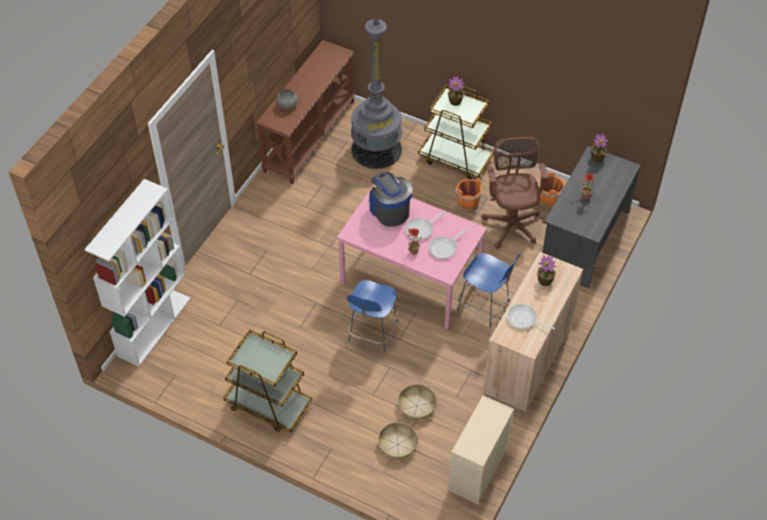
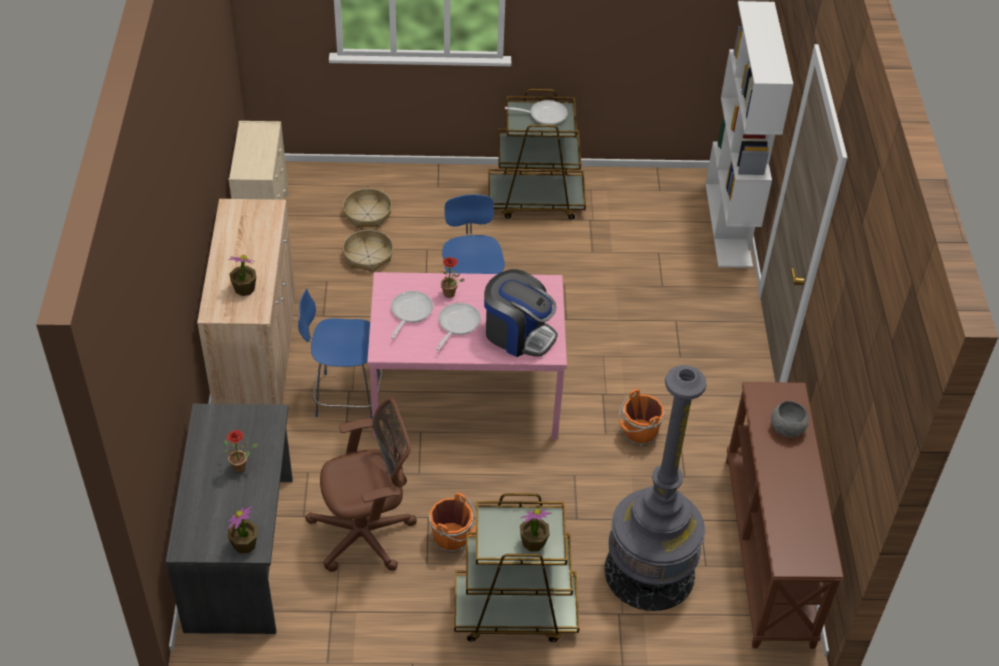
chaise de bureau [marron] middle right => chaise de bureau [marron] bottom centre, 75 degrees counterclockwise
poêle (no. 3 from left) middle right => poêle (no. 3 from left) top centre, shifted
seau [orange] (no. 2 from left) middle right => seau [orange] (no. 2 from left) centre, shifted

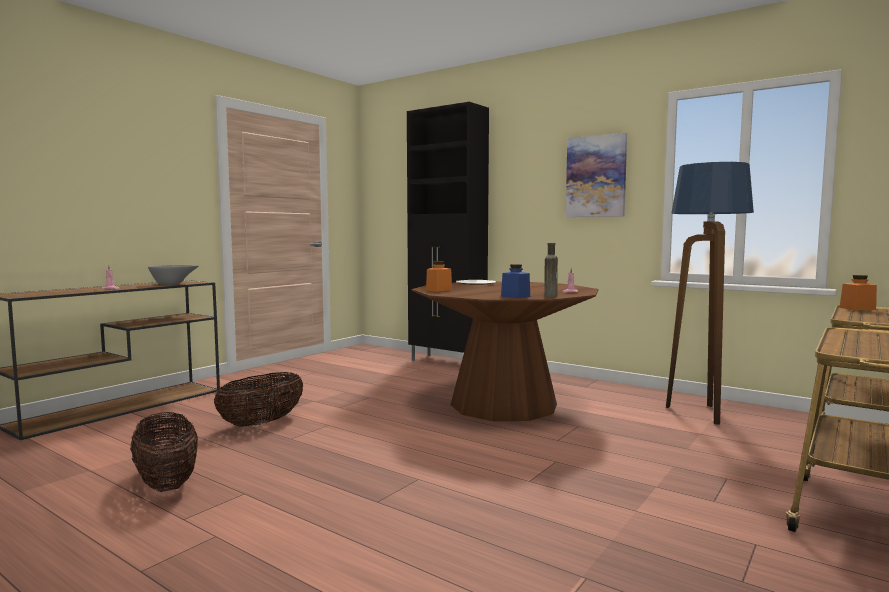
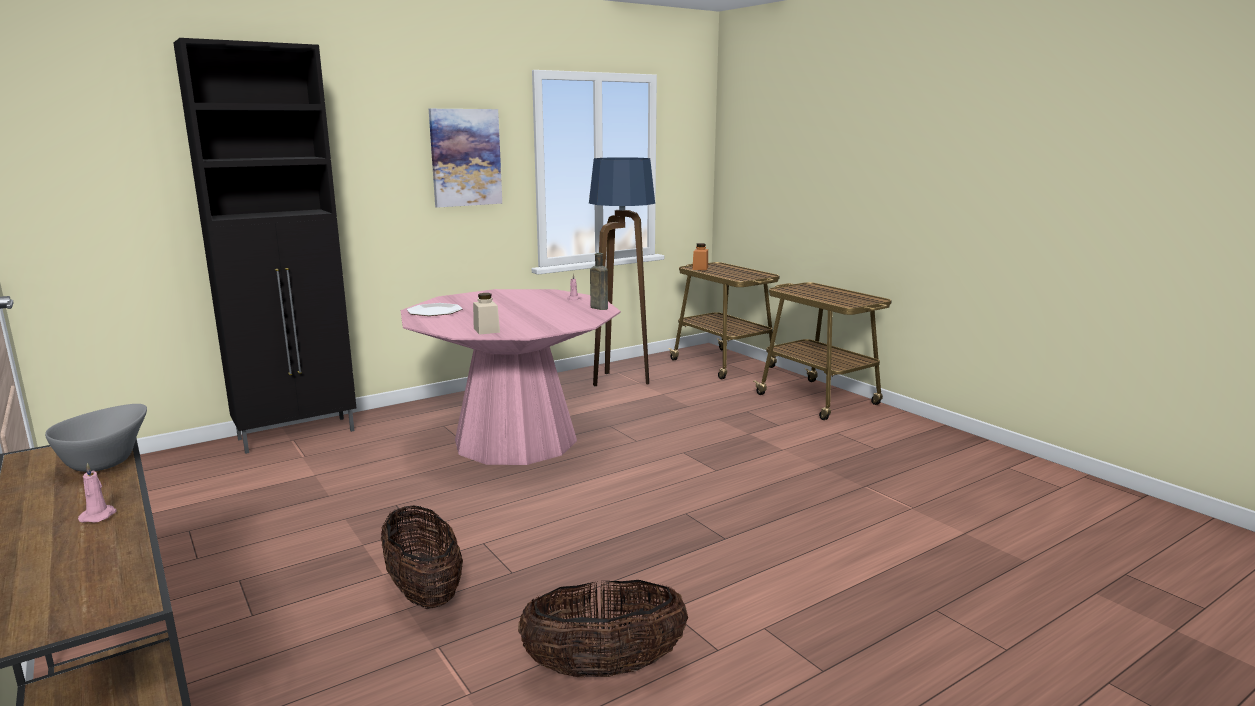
table à manger [marron] centre => table à manger [rose] centre
bocal [orange] (no. 1 from left) centre => bocal [beige] centre
bocal [bleu] centre => nothing

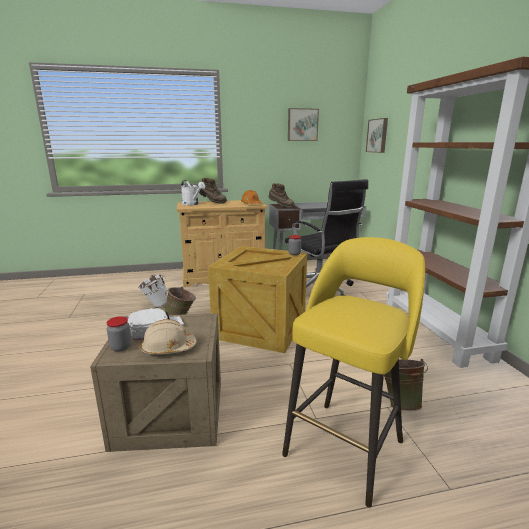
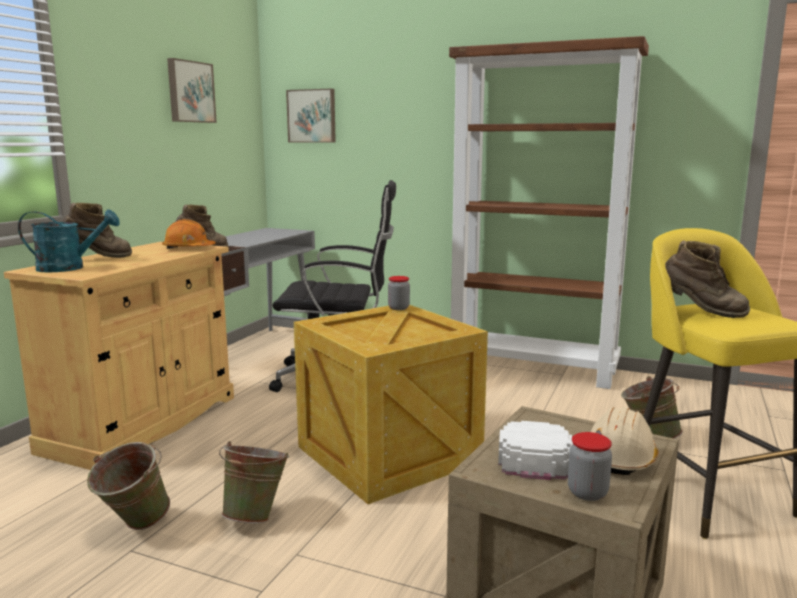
arrosoir [blanc] centre => arrosoir [turquoise] middle left
seau [blanc] middle left => seau [vert] (no. 1 from left) bottom left
nothing => botte [marron] (no. 3 from left) middle right

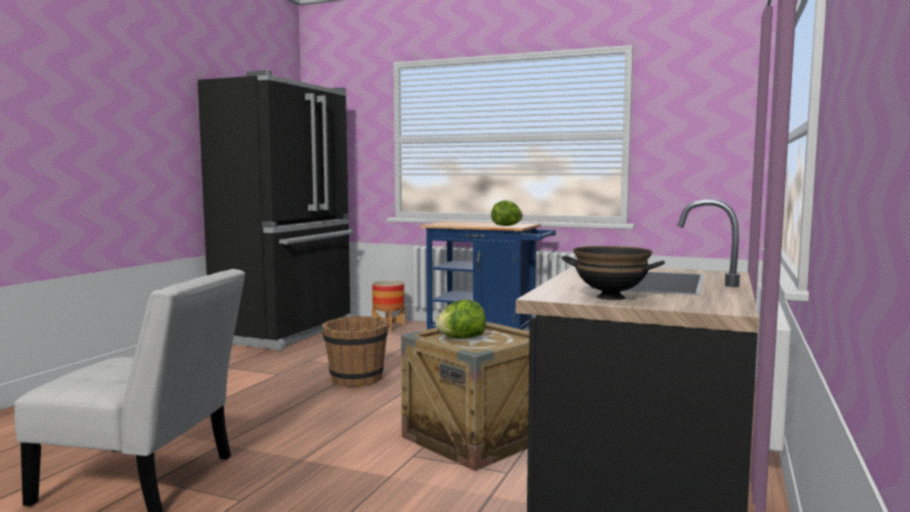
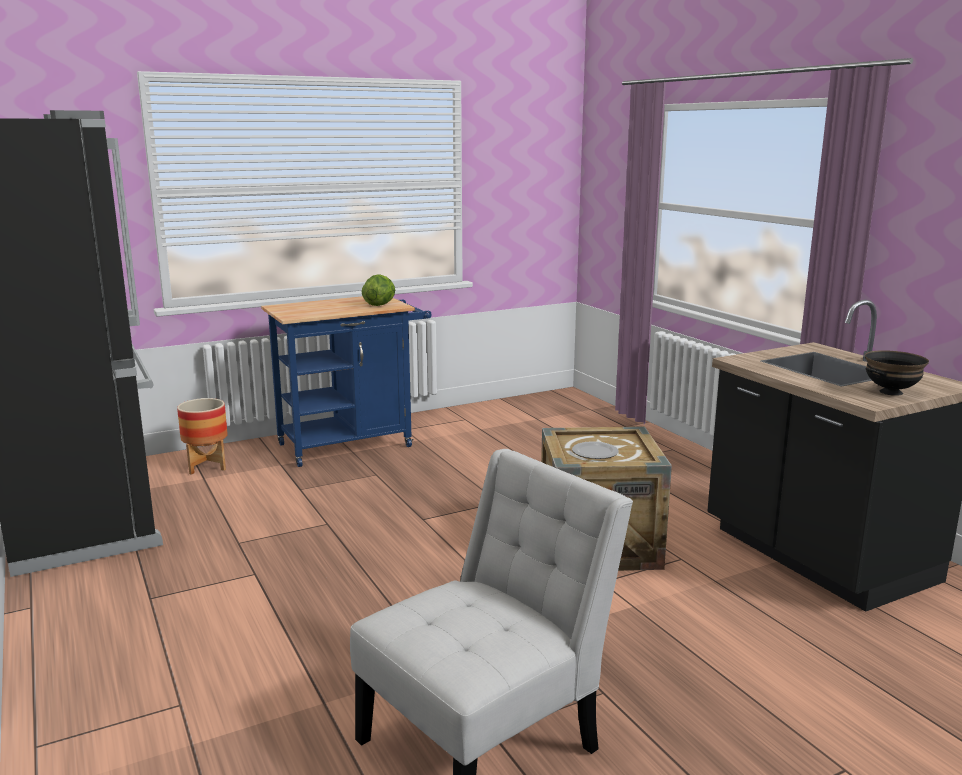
laitue (no. 1 from left) centre => assiette centre
seau [marron] bottom centre => nothing

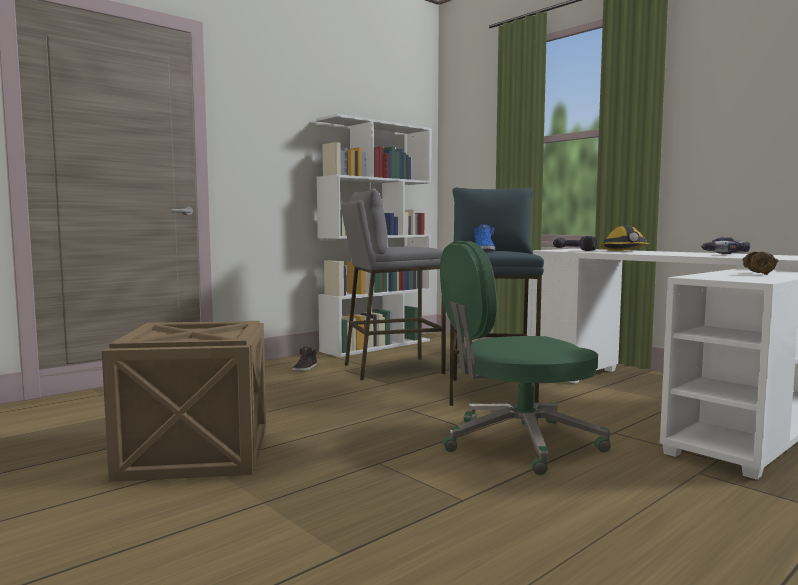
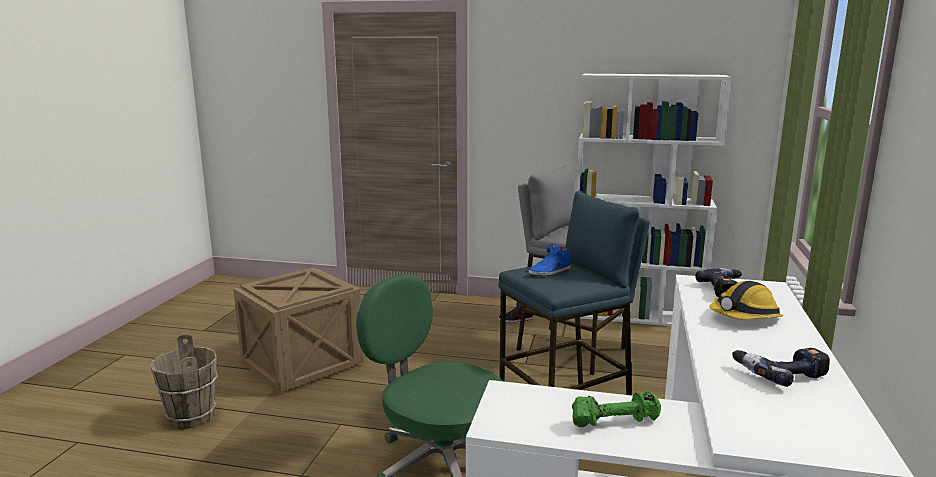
nothing => seau [marron] bottom left
haltère [marron] middle right => haltère [vert] bottom centre

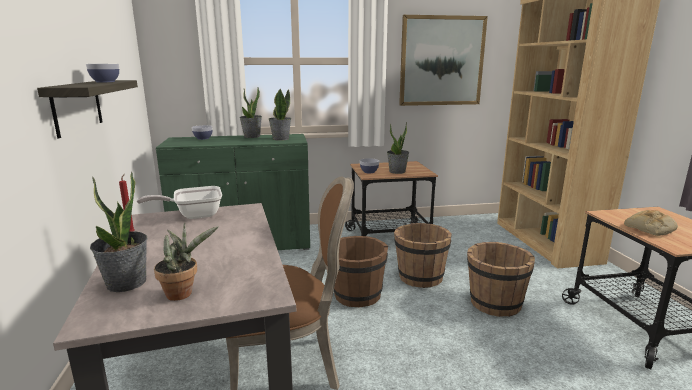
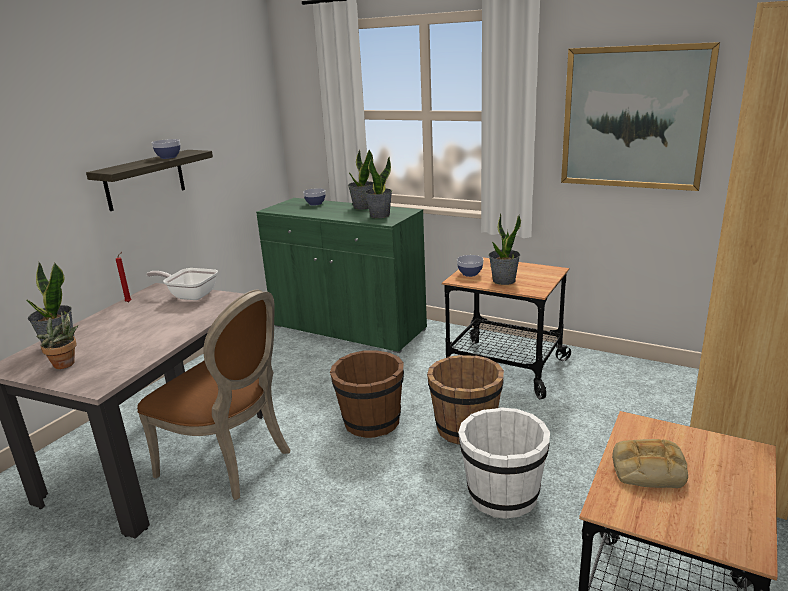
seau [marron] (no. 3 from left) bottom right => seau [blanc] bottom centre

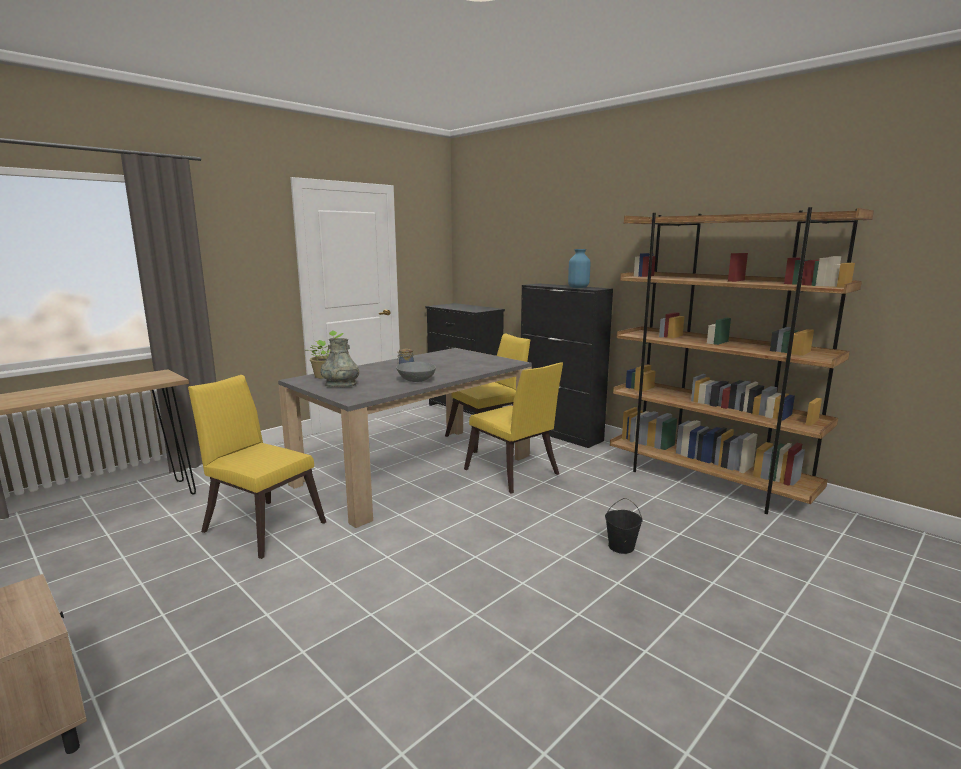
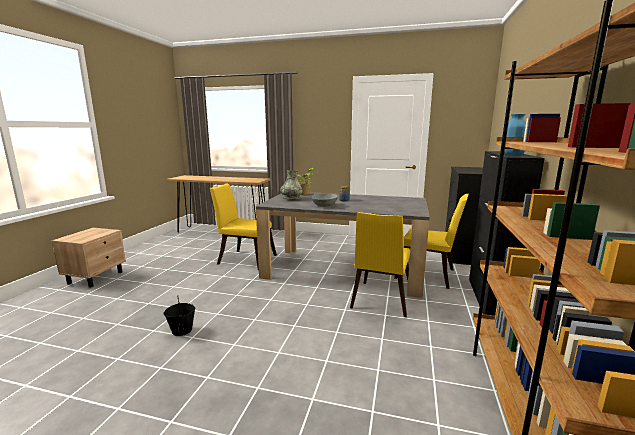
seau [noir] bottom centre => seau [noir] bottom left, shifted
chaise [jaune] (no. 1 from left) middle left => chaise [jaune] (no. 1 from left) centre, 75 degrees counterclockwise

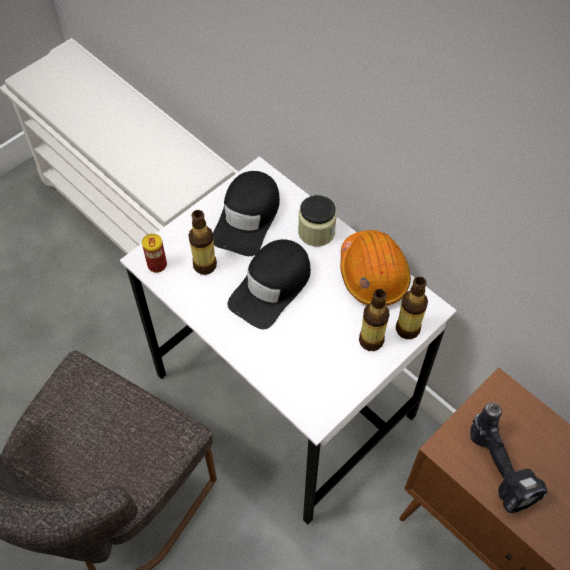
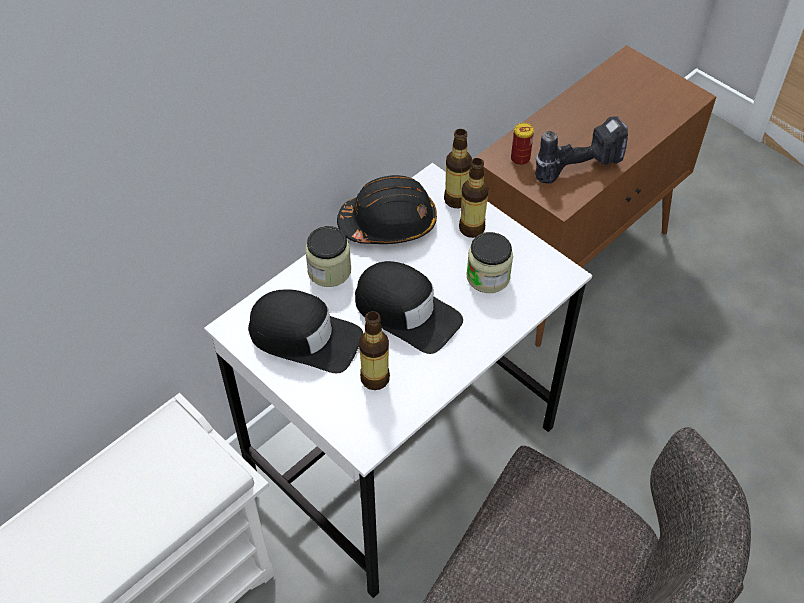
casque de chantier [orange] centre => casque de chantier [noir] centre
nothing => bocal (no. 2 from left) centre
boîte métallique middle left => boîte métallique top centre, shifted

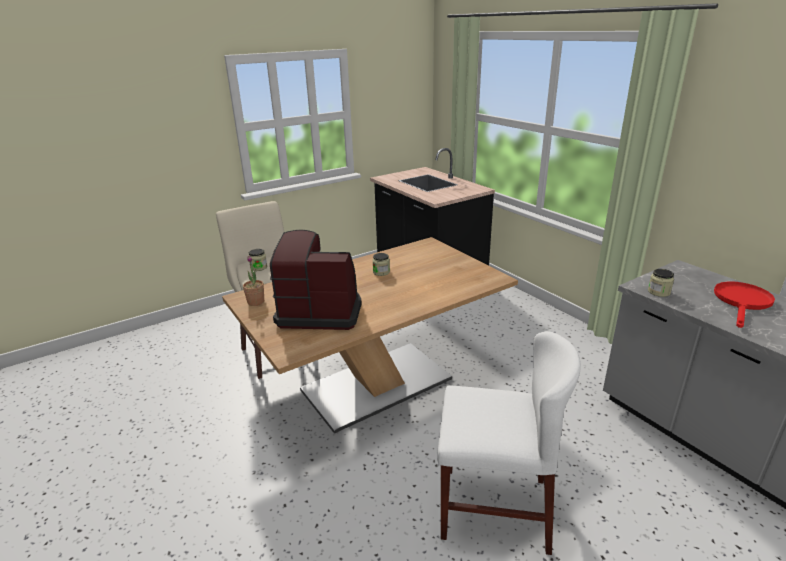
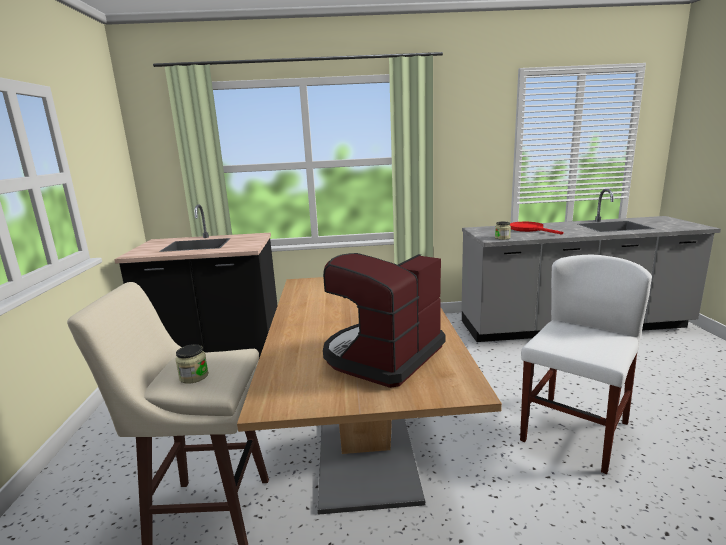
plante en pot middle left => nothing
bocal (no. 2 from left) centre => nothing

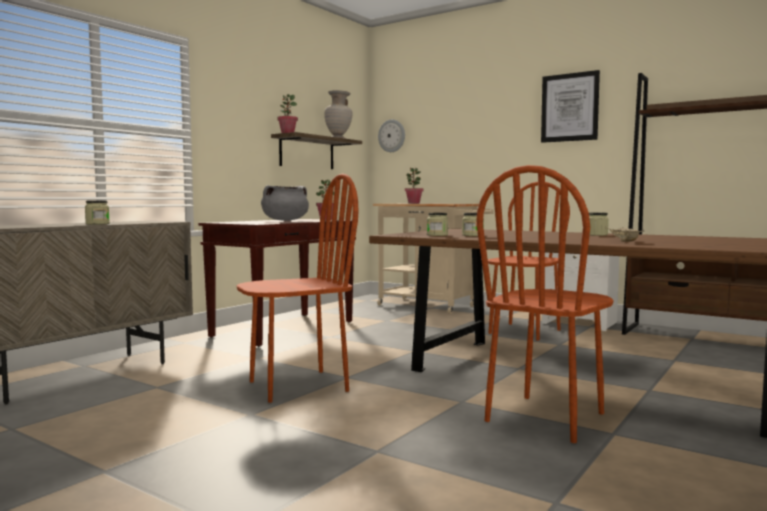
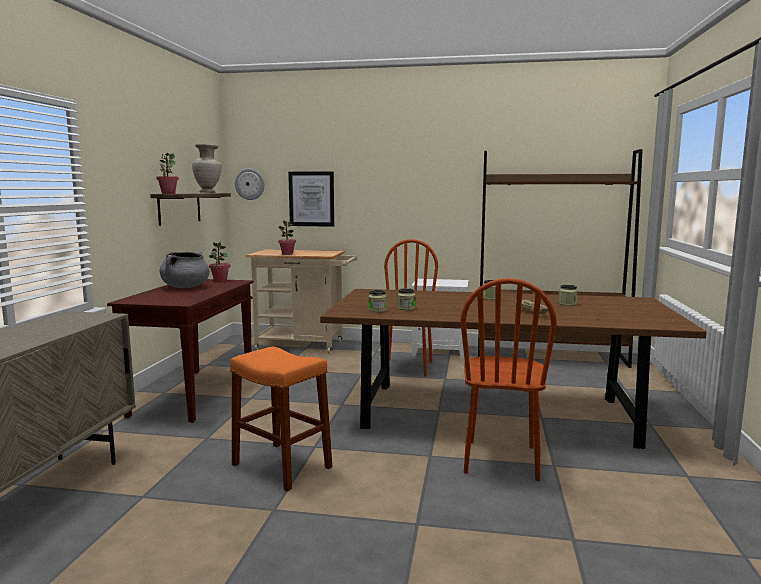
chaise [marron] (no. 1 from left) centre => tabouret [orange] bottom centre
tableau top right => tableau centre, shifted
bocal (no. 1 from left in the first image) middle left => bocal (no. 4 from left) middle right, shifted

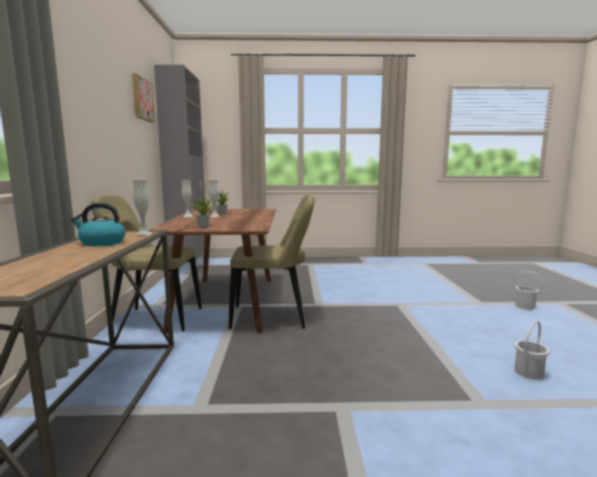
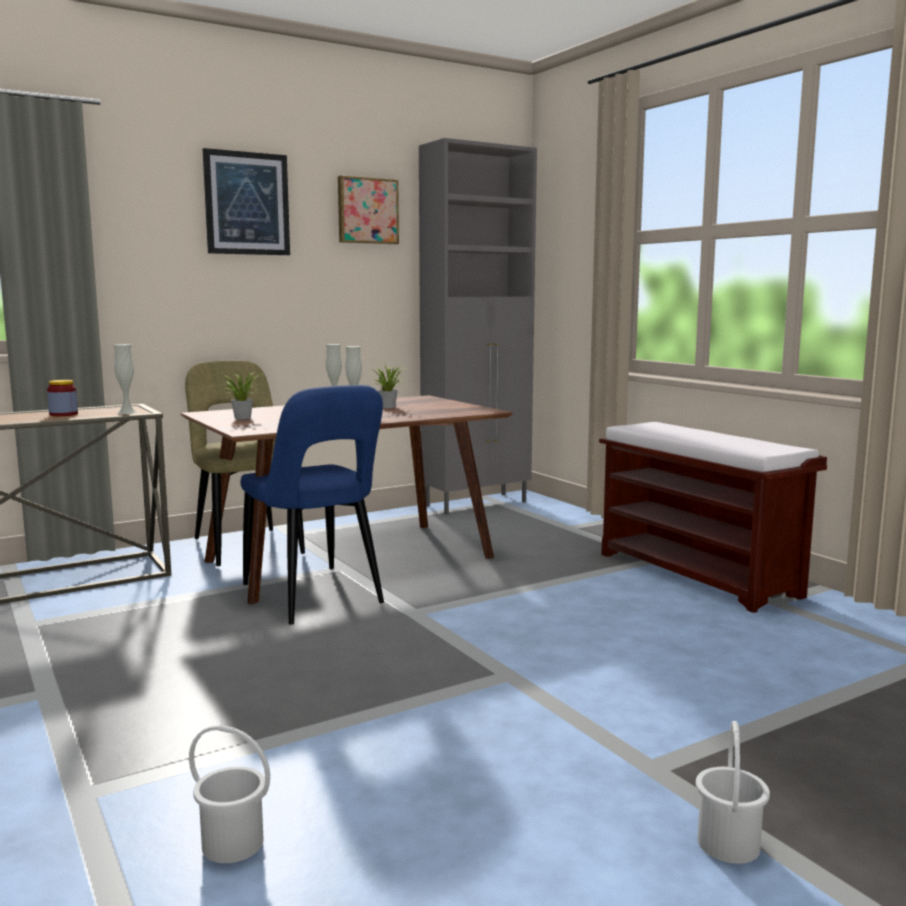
bouilloire middle left => bocal middle left
nothing => tableau (no. 1 from left) top left
chaise [beige] (no. 2 from left) centre => chaise [bleu] centre
nothing => banc [marron] middle right

